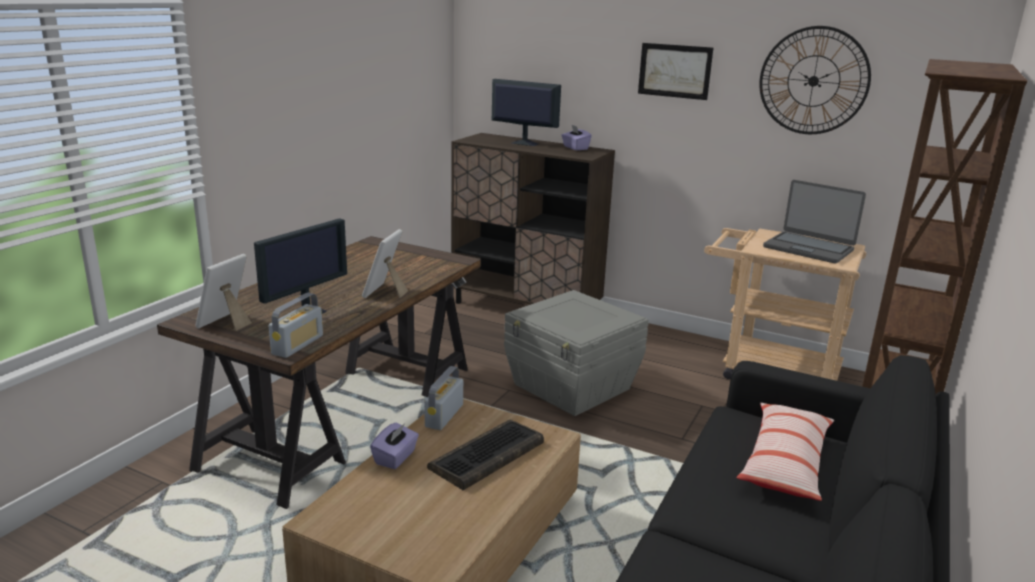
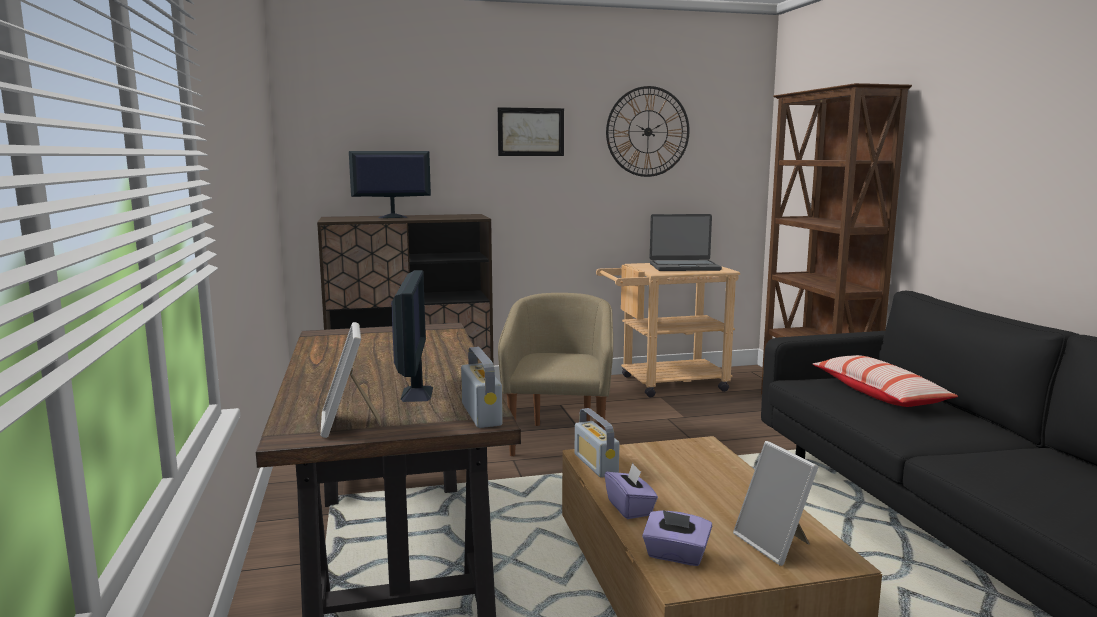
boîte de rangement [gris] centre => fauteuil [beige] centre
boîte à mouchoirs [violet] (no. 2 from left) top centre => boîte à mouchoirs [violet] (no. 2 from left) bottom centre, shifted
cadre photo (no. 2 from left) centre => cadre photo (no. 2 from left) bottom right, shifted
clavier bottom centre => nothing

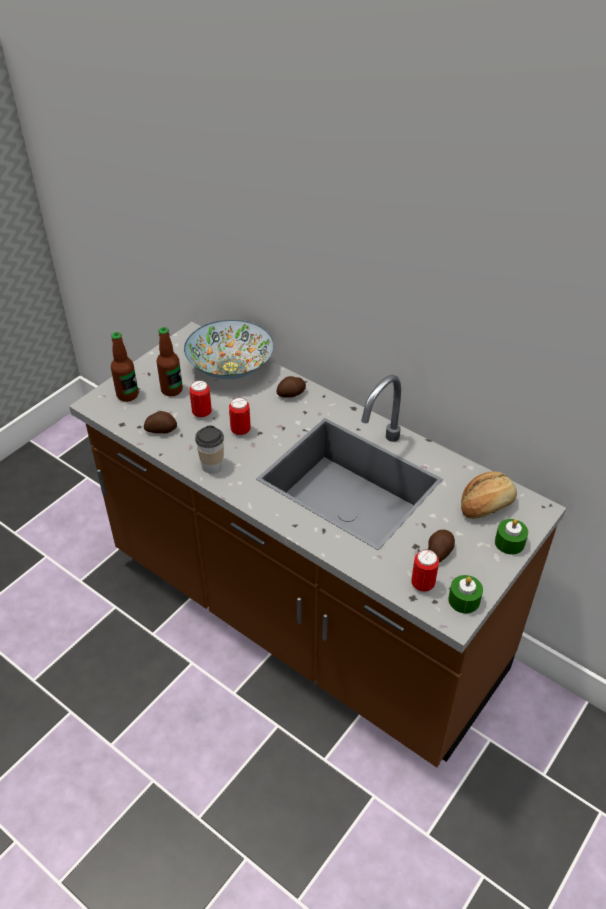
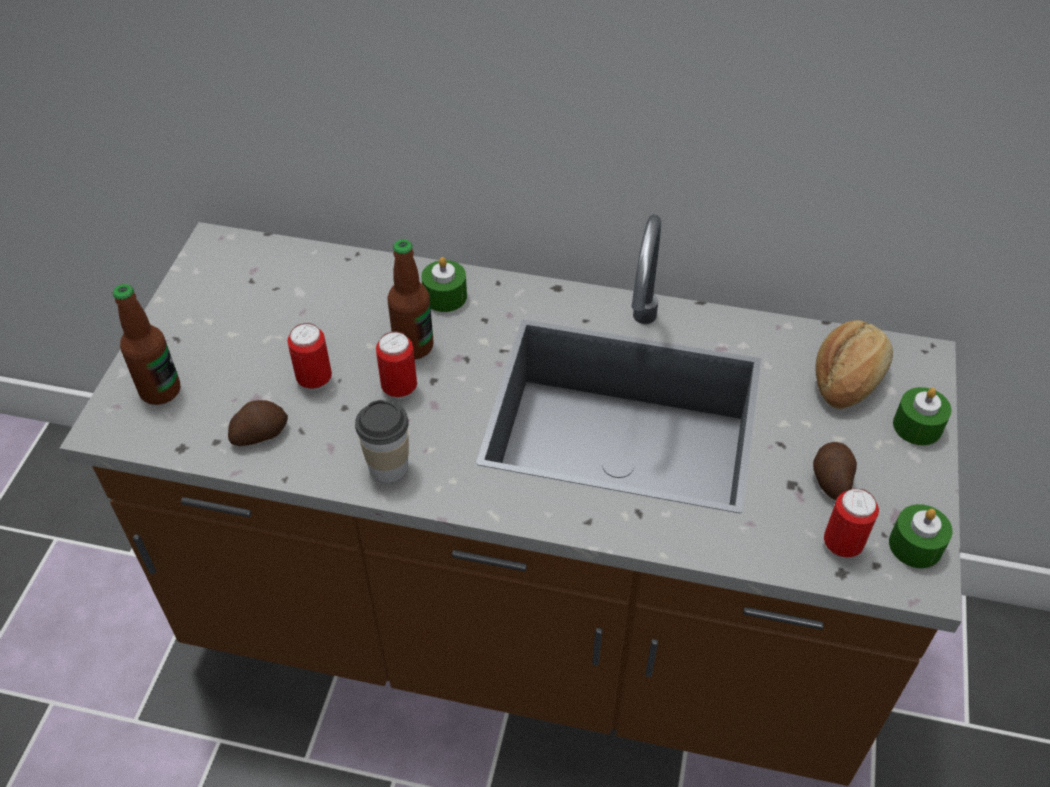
bouteille (no. 2 from left) middle left => bouteille (no. 2 from left) centre, shifted
pomme de terre (no. 2 from left) centre => bougie [vert] (no. 1 from left) centre
bol centre => nothing

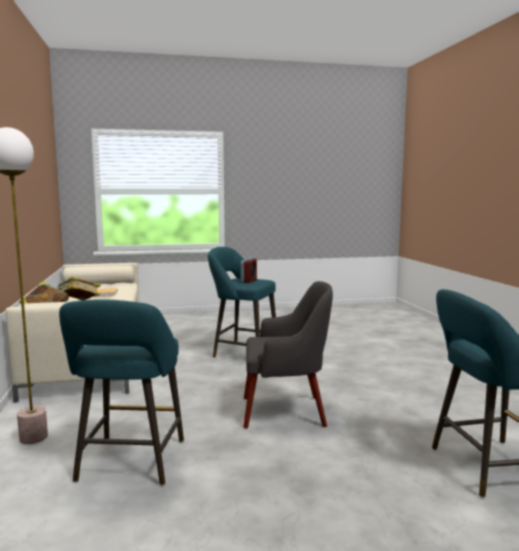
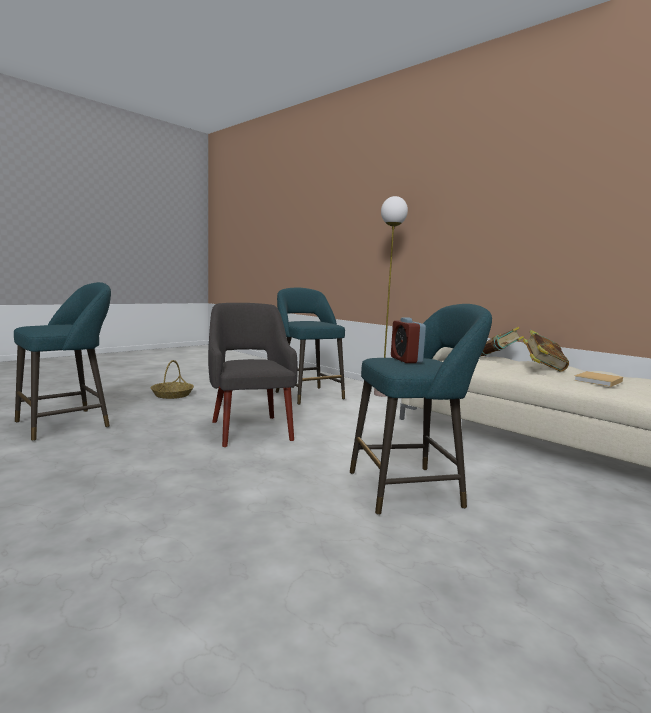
nothing => panier middle left
fauteuil [gris] centre, 105 degrees clockwise

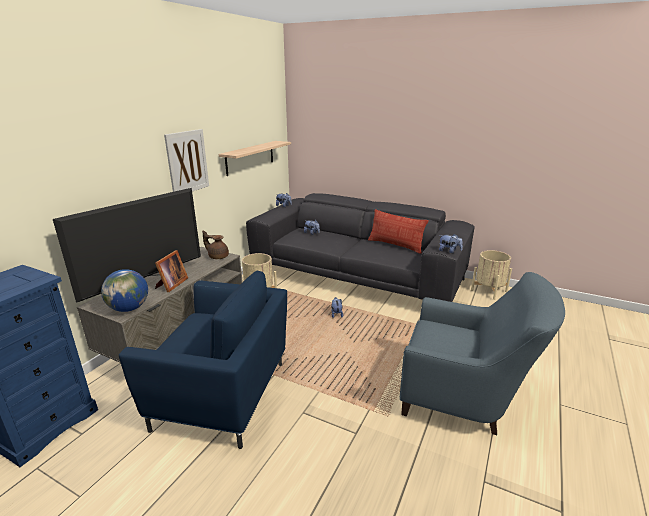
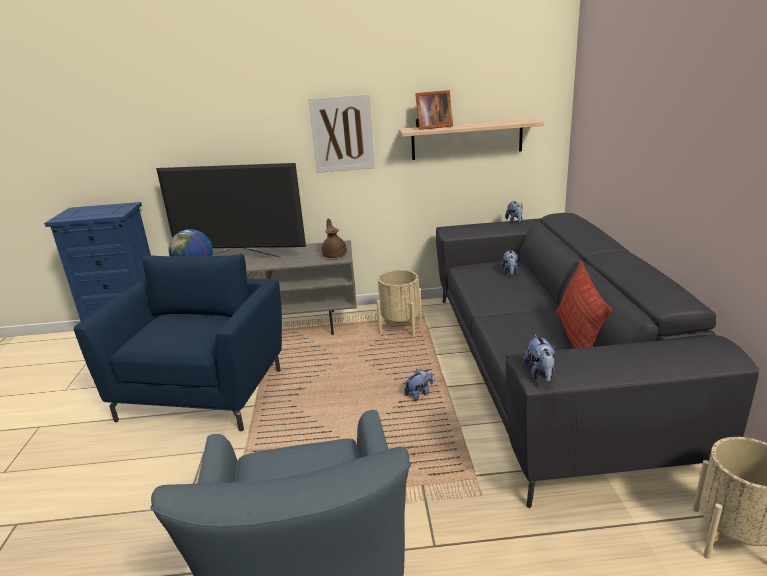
fauteuil [bleu] (no. 1 from left) bottom left => fauteuil [bleu] (no. 1 from left) middle left, 150 degrees counterclockwise
cadre photo middle left => cadre photo top centre, shifted

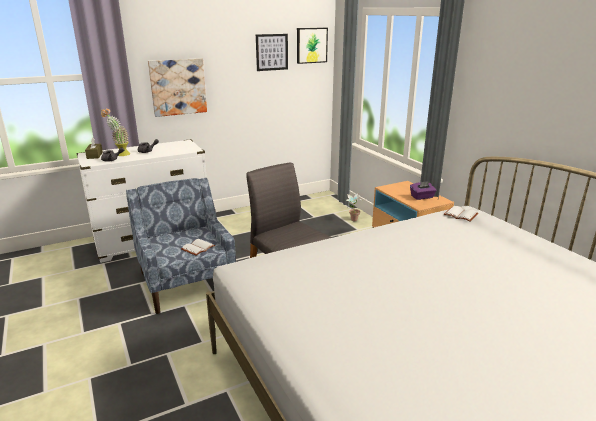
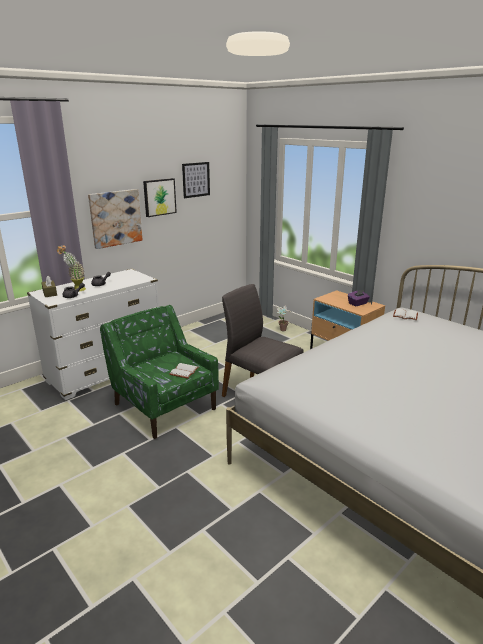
fauteuil [bleu] middle left => fauteuil [vert] middle left
tableau (no. 3 from left in the first image) top centre => tableau (no. 2 from left) top left, shifted

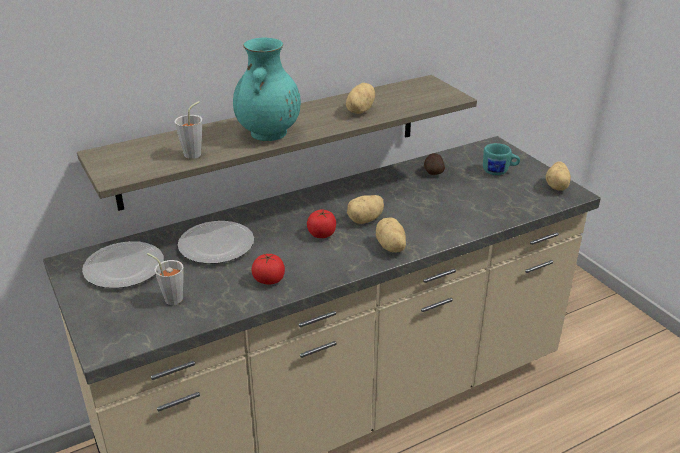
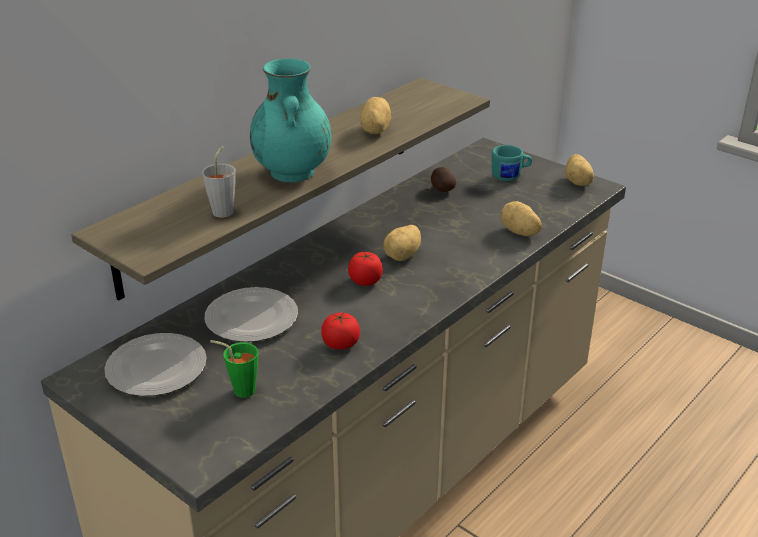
tasse [gris] (no. 1 from left) middle left => tasse [vert] bottom left
pomme de terre (no. 3 from left in the first image) centre => pomme de terre (no. 4 from left) middle right, shifted

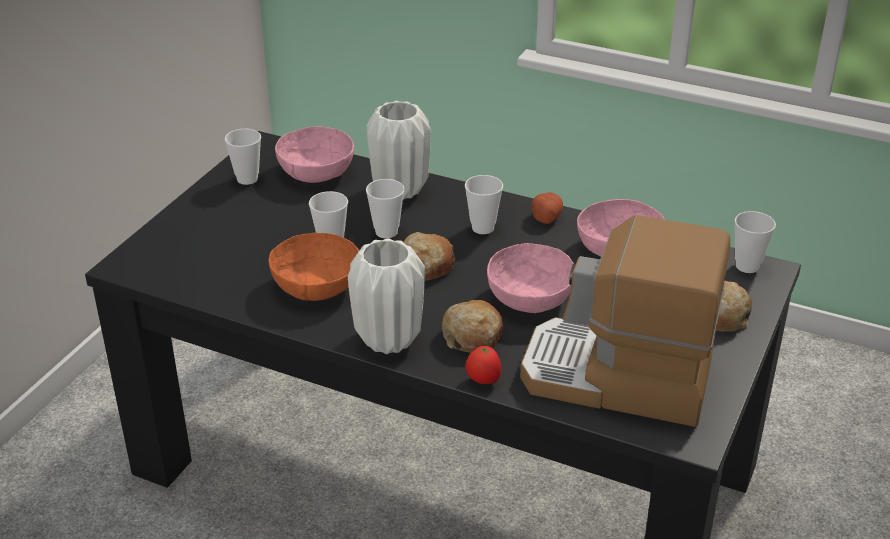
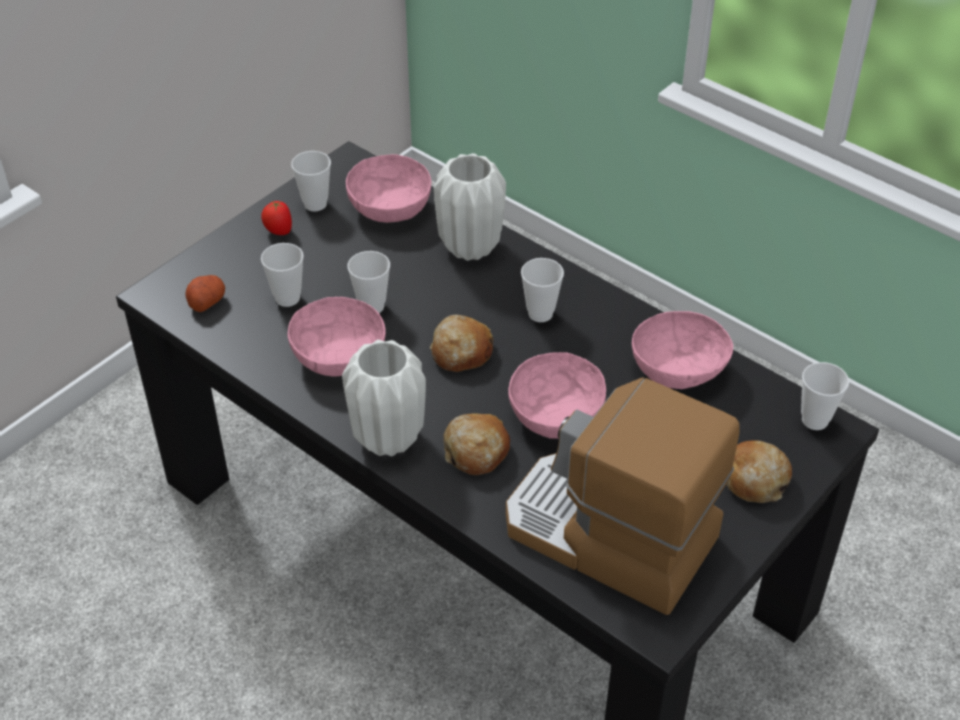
pomme de terre centre => pomme de terre middle left, shifted
tomate bottom centre => tomate top left, shifted
tasse (no. 3 from left in the first image) centre => tasse (no. 1 from left) middle left, shifted
bol [orange] centre => bol [rose] (no. 1 from left) centre

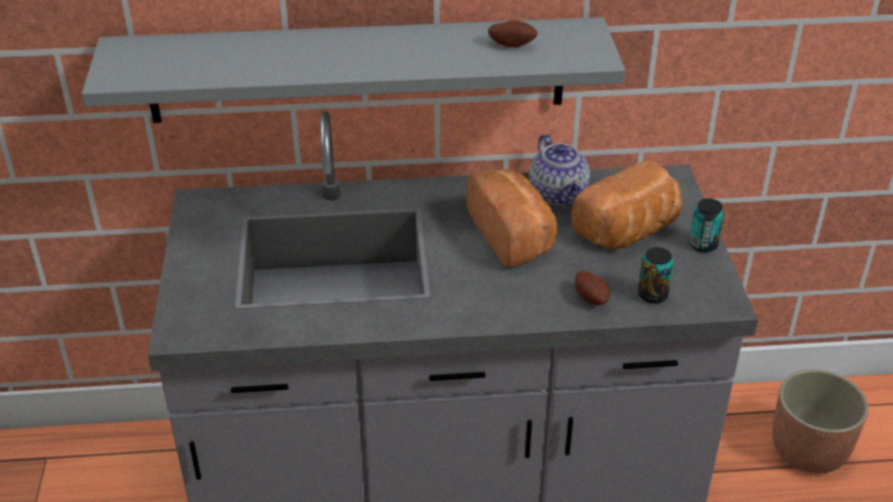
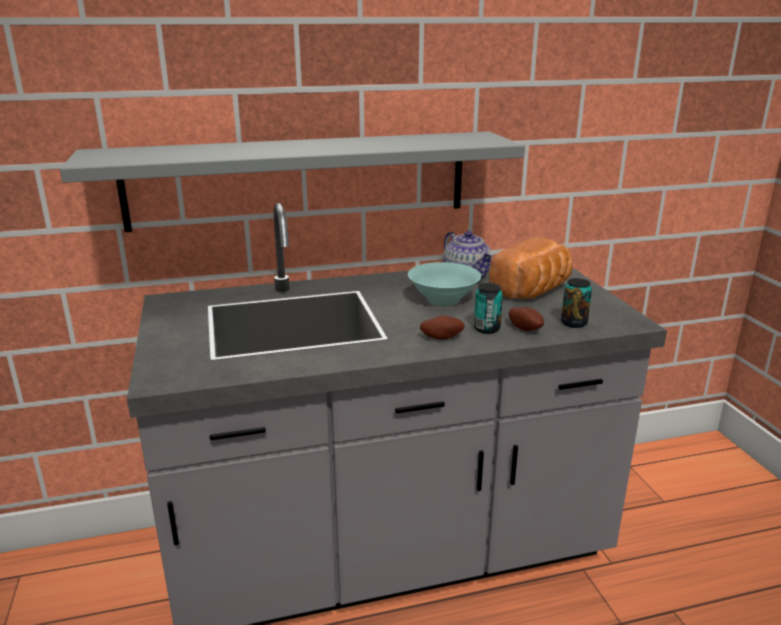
pain (no. 1 from left) centre => bol [turquoise] centre
pomme de terre (no. 1 from left) top centre => pomme de terre (no. 1 from left) centre, shifted
boîte métallique (no. 2 from left in the first image) middle right => boîte métallique (no. 1 from left) centre, shifted
cache-pot bottom right => nothing

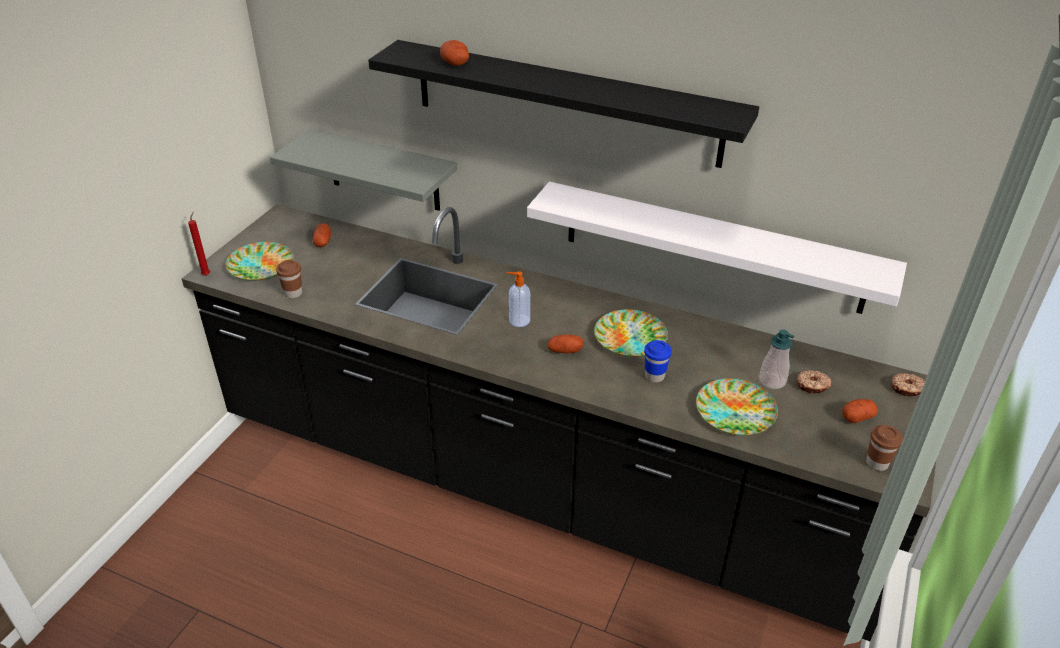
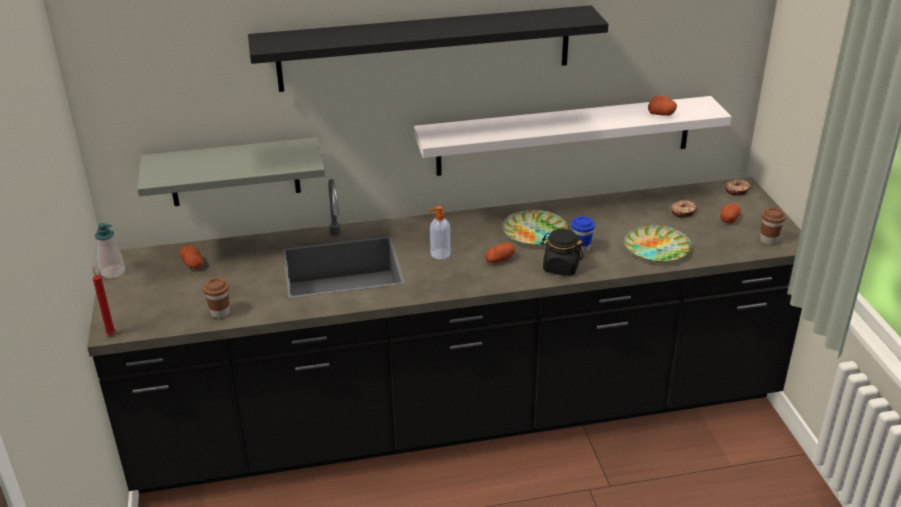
distributeur de savon (no. 2 from left in the first image) middle right => distributeur de savon (no. 1 from left) middle left, shifted
nothing => bocal [noir] centre
pomme de terre (no. 2 from left in the first image) top centre => pomme de terre (no. 3 from left) top right, shifted
assiette (no. 1 from left) middle left => nothing

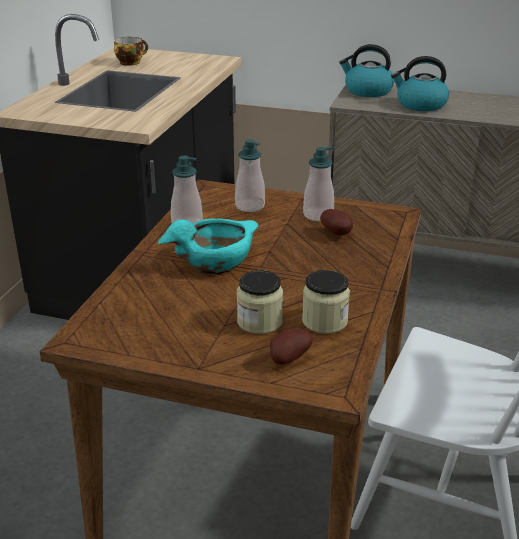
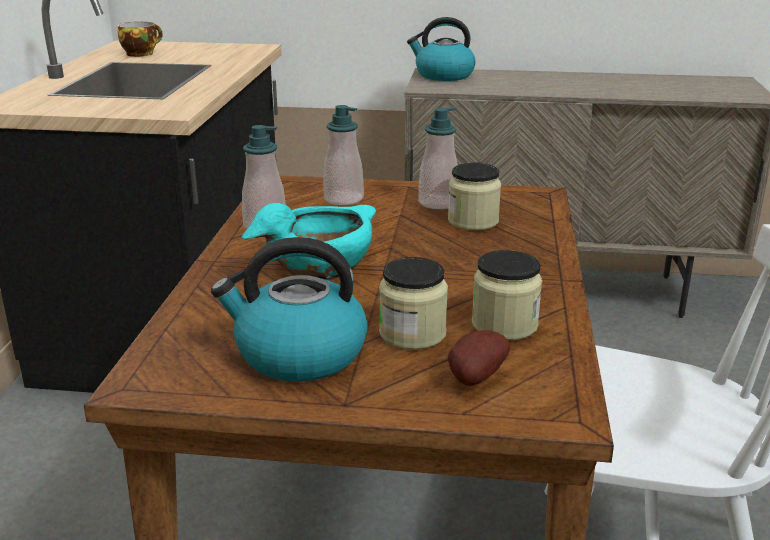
bouilloire (no. 2 from left in the first image) top right => bouilloire (no. 1 from left) centre, shifted
pomme de terre (no. 2 from left) centre => bocal (no. 2 from left) centre

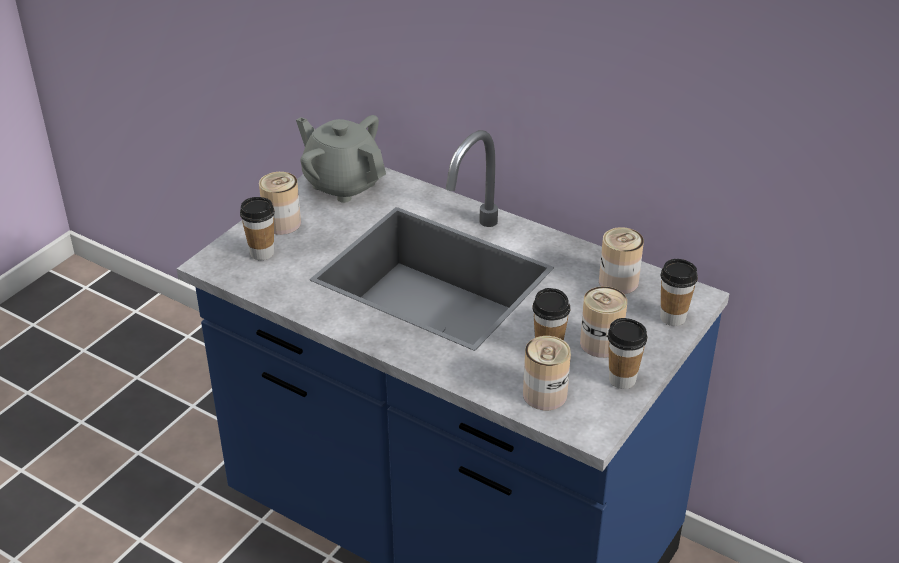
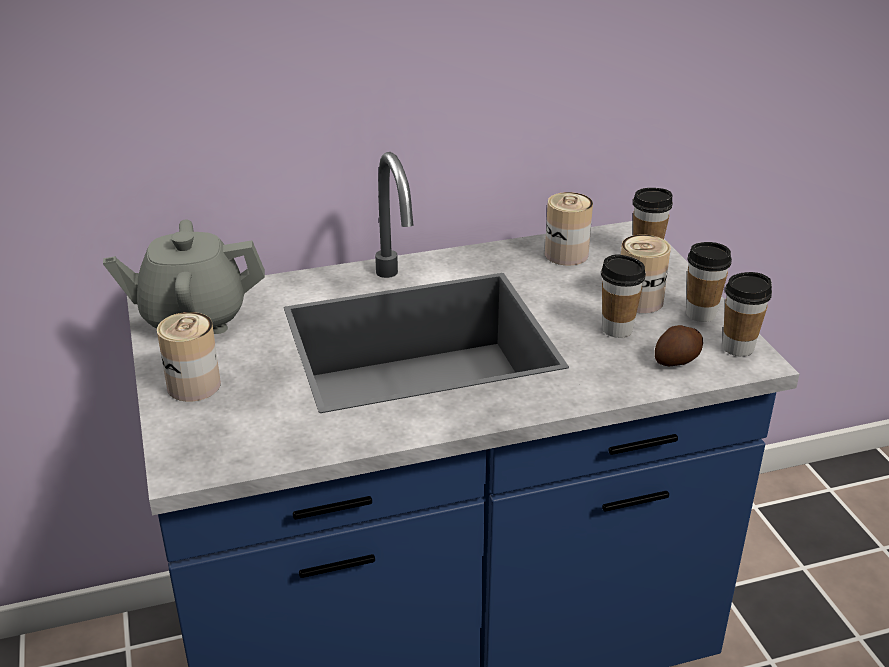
boîte métallique (no. 2 from left) centre => pomme de terre middle right
tasse (no. 1 from left in the first image) middle left => tasse (no. 4 from left) middle right, shifted

